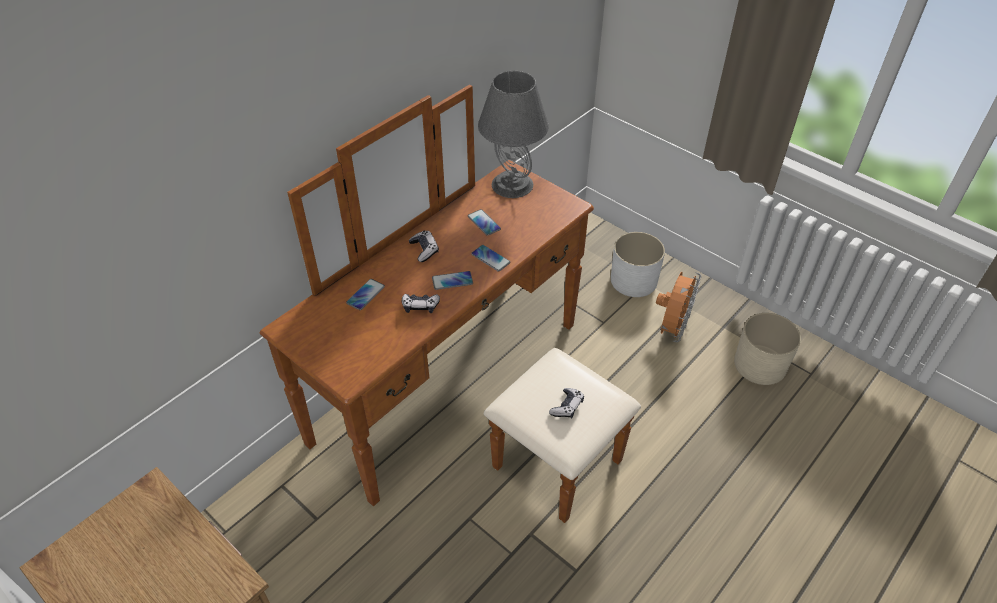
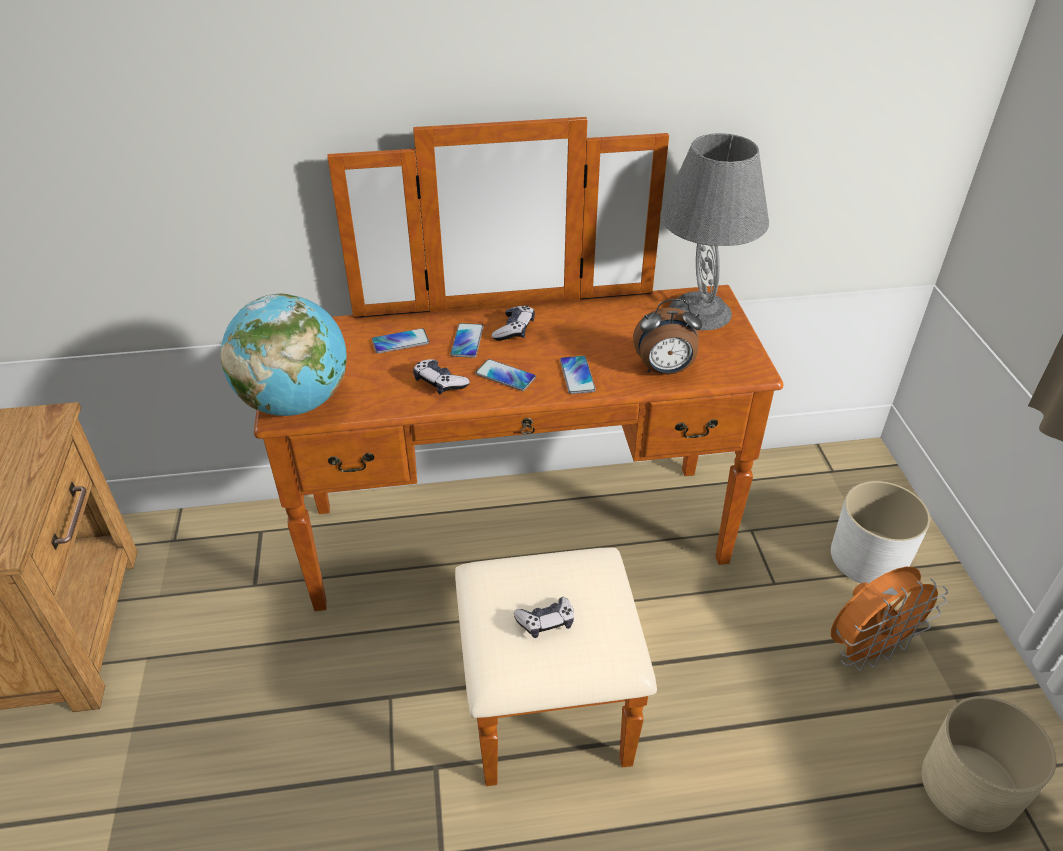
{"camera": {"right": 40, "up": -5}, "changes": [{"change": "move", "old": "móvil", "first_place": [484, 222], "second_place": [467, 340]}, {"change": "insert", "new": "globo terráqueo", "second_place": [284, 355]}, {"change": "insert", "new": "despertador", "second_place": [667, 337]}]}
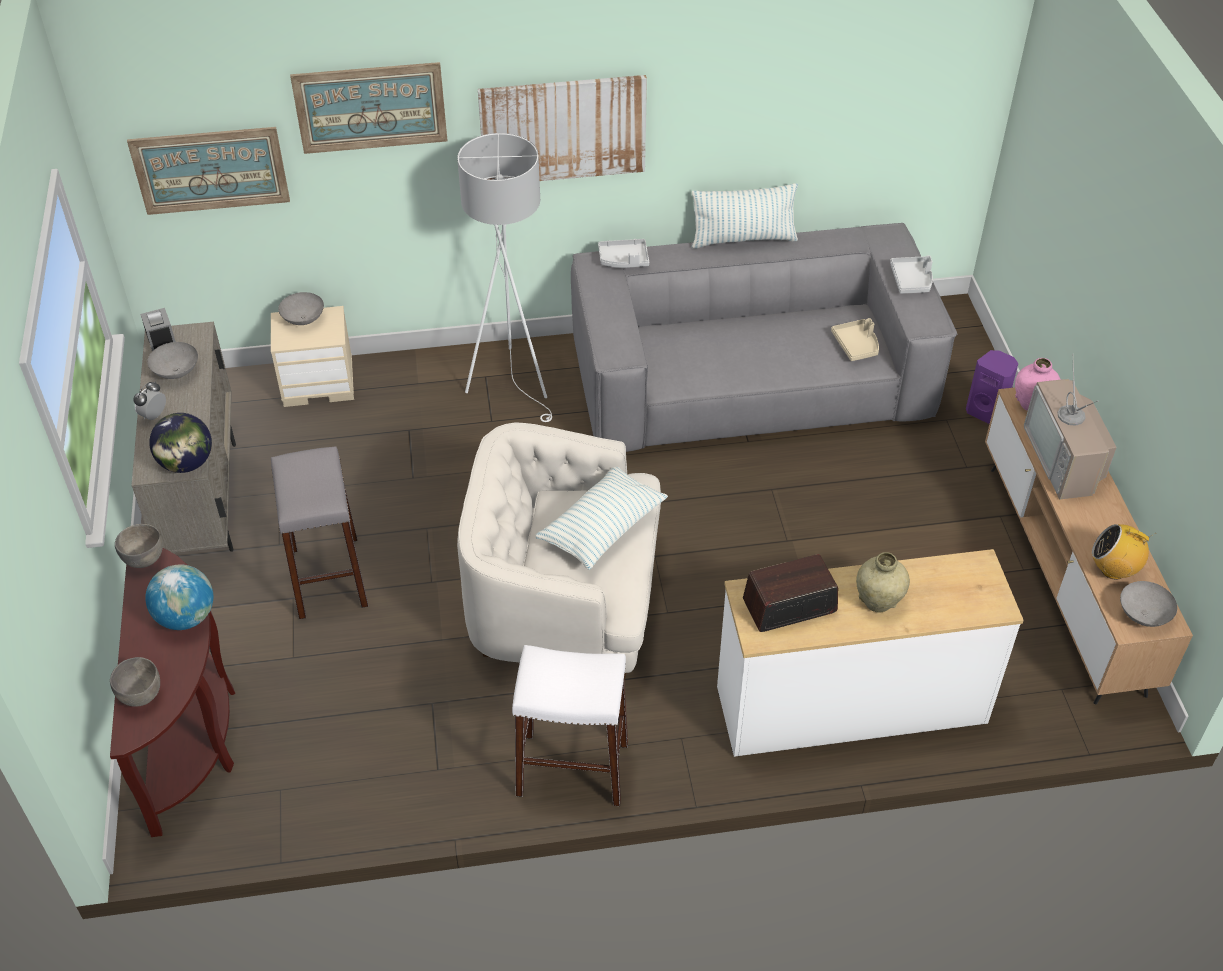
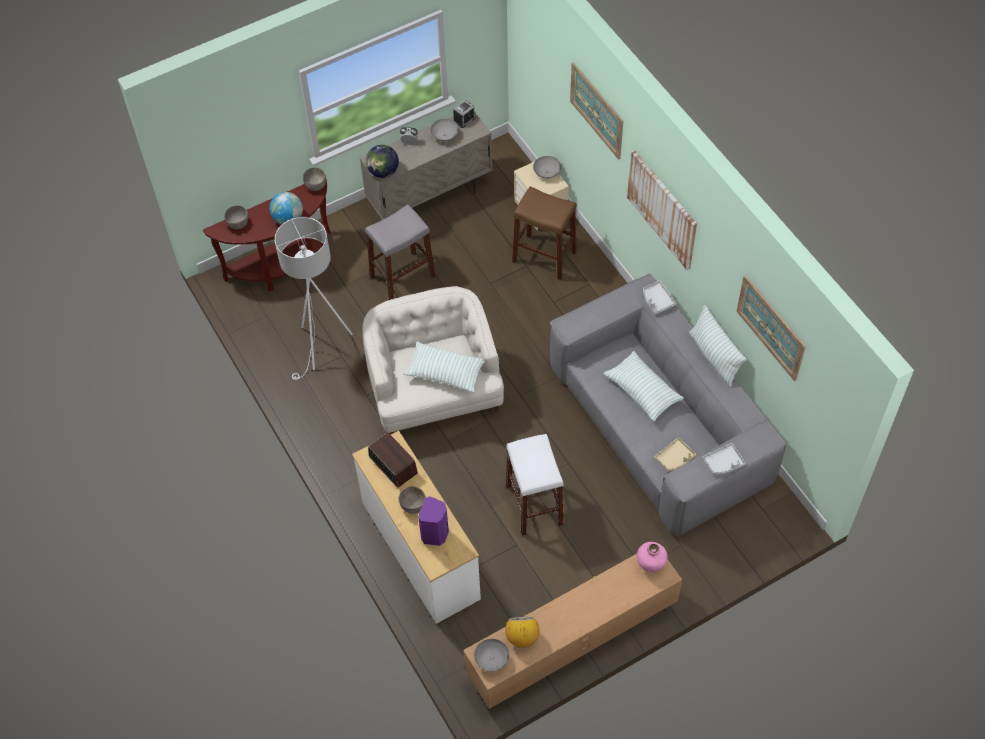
{"camera": {"right": 70, "up": 10}, "changes": [{"change": "move", "old": "cuadro", "first_place": [208, 171], "second_place": [771, 328]}, {"change": "move", "old": "lámpara de pie [blanco]", "first_place": [504, 277], "second_place": [313, 298]}, {"change": "move", "old": "taburete [blanco]", "first_place": [570, 725], "second_place": [535, 485]}, {"change": "replace", "old": "florero [beis]", "new": "cuenco [gris]", "first_place": [883, 582], "second_place": [412, 500]}, {"change": "move", "old": "altavoz [morado]", "first_place": [992, 387], "second_place": [433, 521]}, {"change": "delete", "old": "televisor", "first_place": [1070, 426]}, {"change": "insert", "new": "taburete [marrón]", "second_place": [544, 233]}, {"change": "insert", "new": "cojín", "second_place": [644, 386]}]}
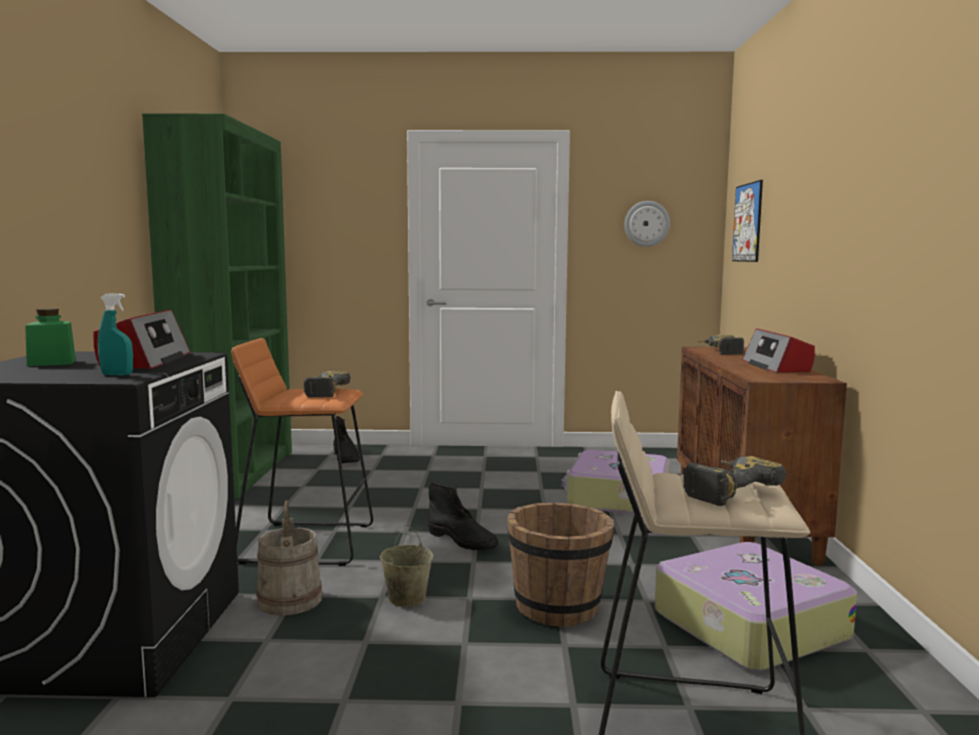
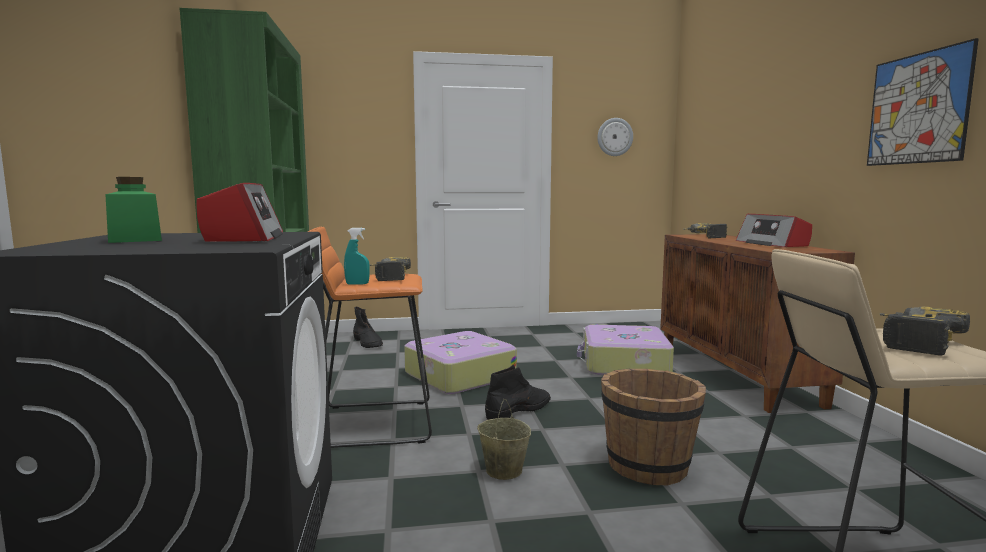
{"camera": {"right": -10, "up": 0}, "changes": [{"change": "move", "old": "pulverizador [turquesa]", "first_place": [115, 334], "second_place": [357, 256]}, {"change": "delete", "old": "cubo [beis]", "first_place": [289, 558]}, {"change": "rotate", "old": "bota [negro]", "first_place": [463, 517], "second_place": [518, 392], "degrees": -75}, {"change": "move", "old": "maleta", "first_place": [756, 606], "second_place": [460, 362]}, {"change": "move", "old": "cuadro", "first_place": [747, 221], "second_place": [923, 102]}]}
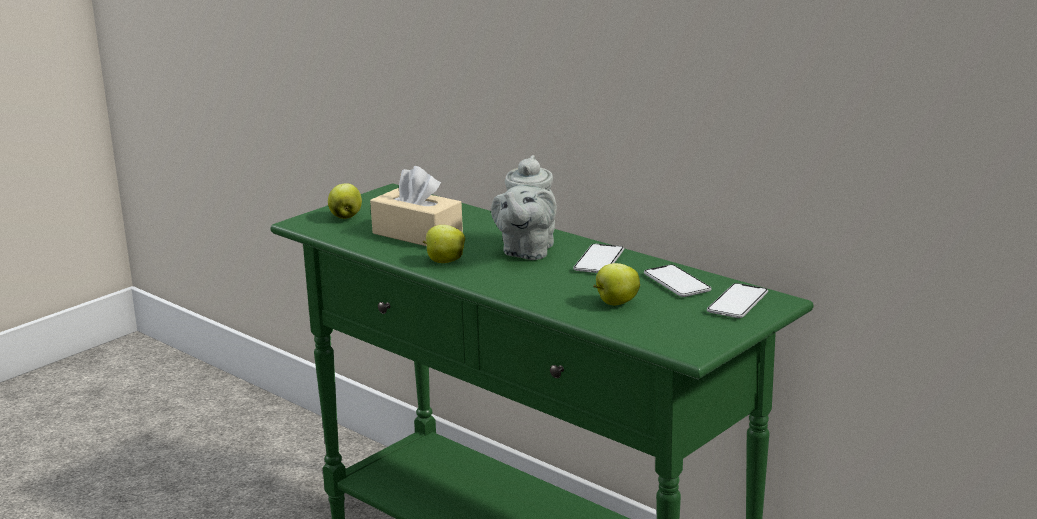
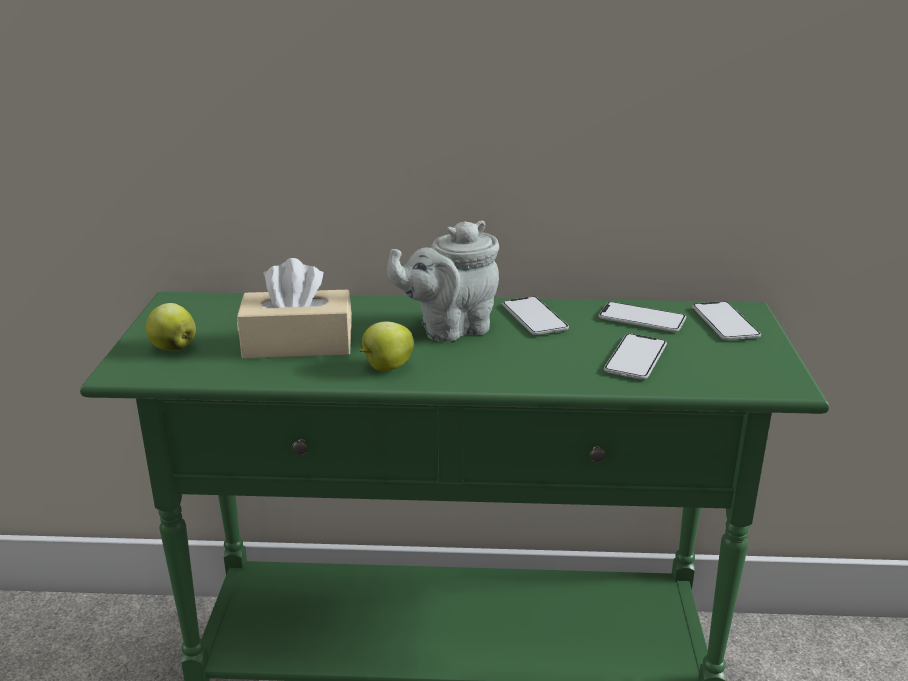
{"camera": {"right": -40, "up": 5}, "changes": [{"change": "rotate", "old": "tetera [gris]", "first_place": [524, 207], "second_place": [443, 281], "degrees": 90}, {"change": "replace", "old": "manzana", "new": "móvil", "first_place": [616, 284], "second_place": [635, 357]}]}
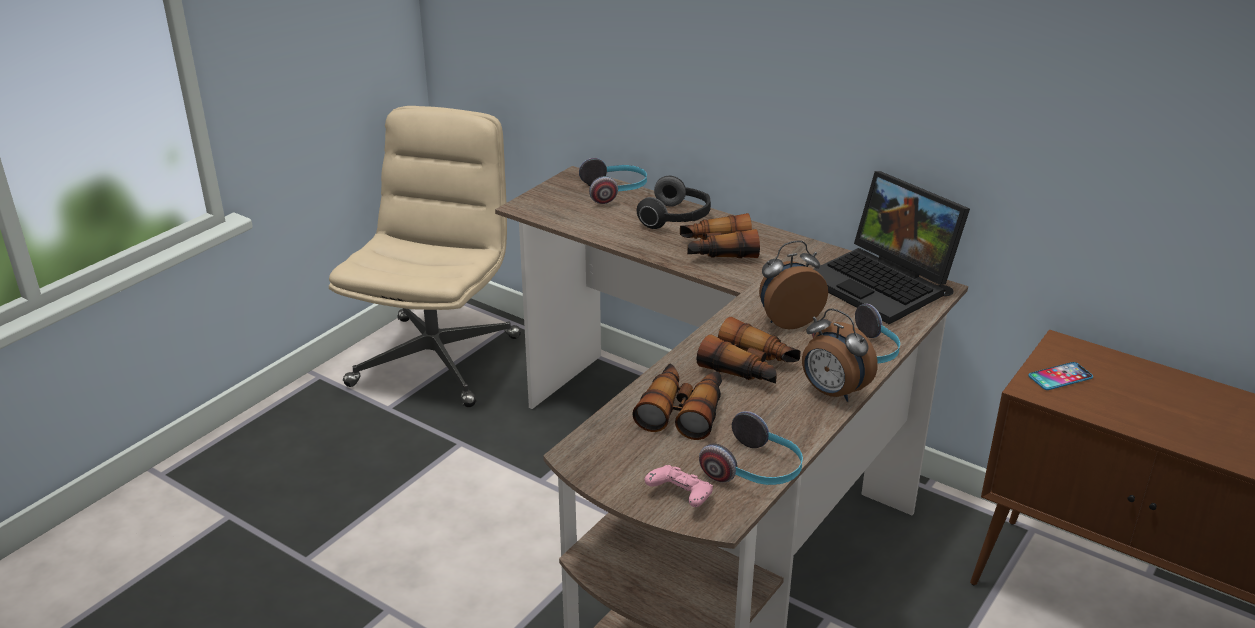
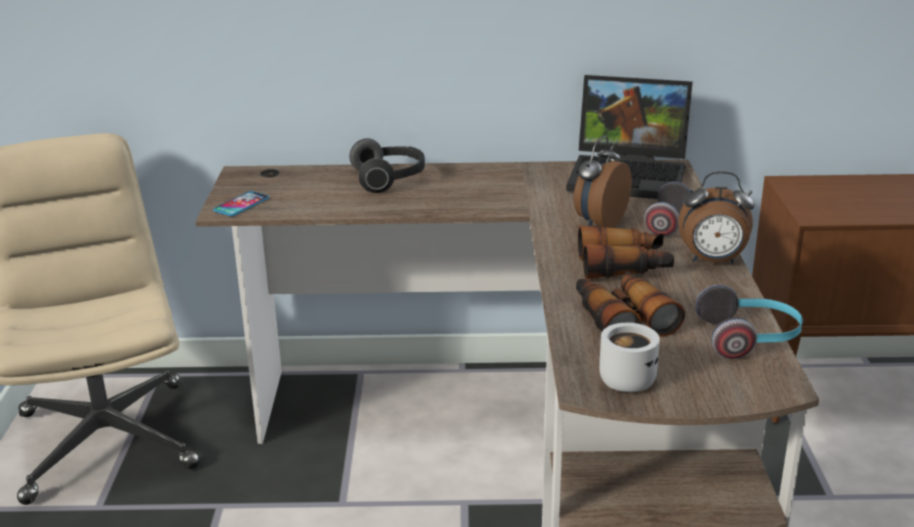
{"camera": {"right": -35, "up": -5}, "changes": [{"change": "delete", "old": "auriculares", "first_place": [613, 181]}, {"change": "delete", "old": "mando de consola [rosa]", "first_place": [679, 486]}, {"change": "delete", "old": "prismáticos", "first_place": [720, 235]}, {"change": "move", "old": "móvil", "first_place": [1060, 376], "second_place": [241, 203]}, {"change": "insert", "new": "taza grande [blanco]", "second_place": [629, 357]}]}
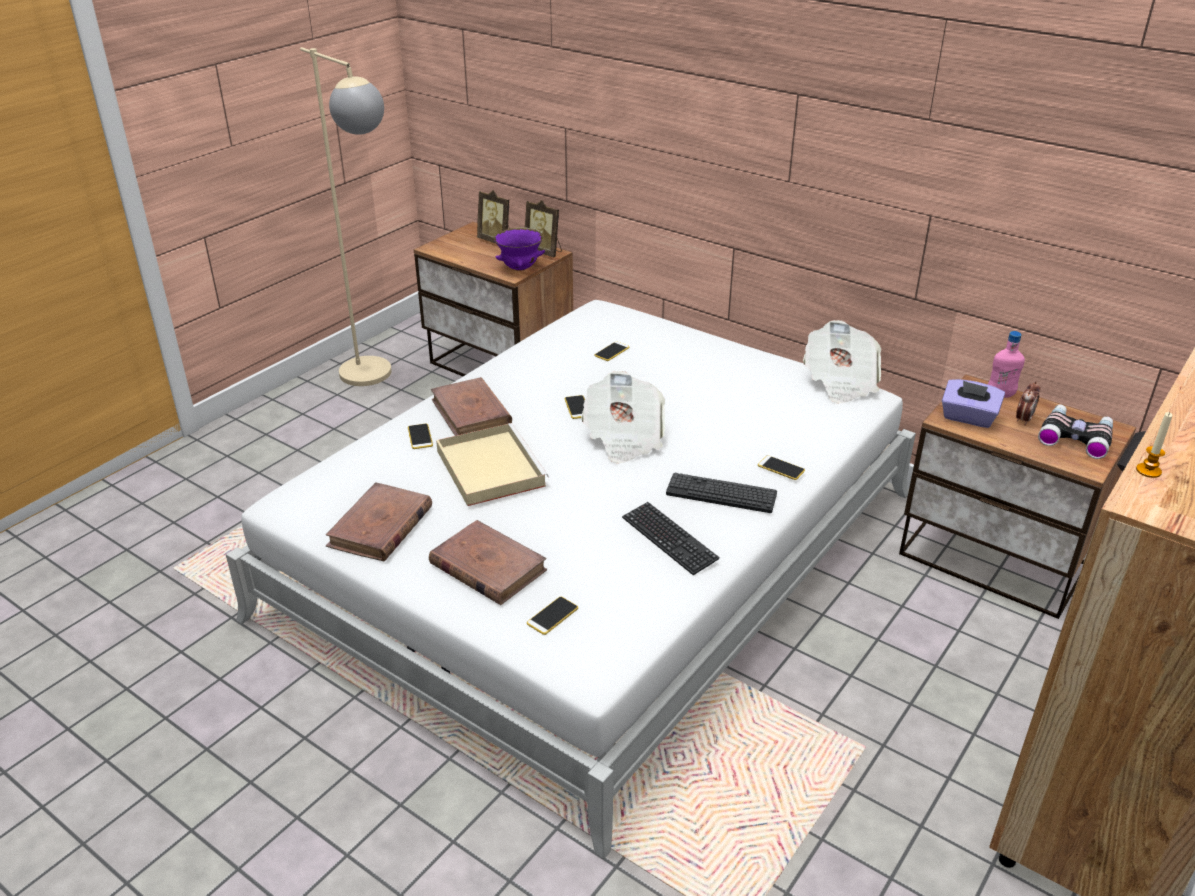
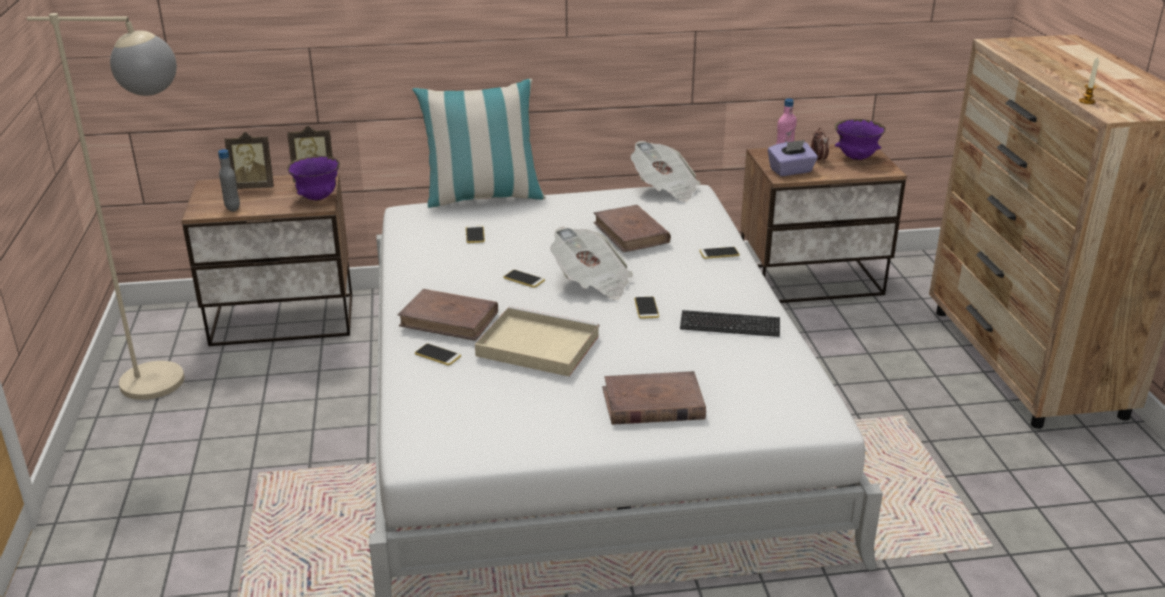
{"camera": {"right": -45, "up": -5}, "changes": [{"change": "move", "old": "libro [marrón]", "first_place": [379, 522], "second_place": [632, 228]}, {"change": "move", "old": "móvil", "first_place": [552, 616], "second_place": [646, 308]}, {"change": "delete", "old": "teclado", "first_place": [721, 493]}, {"change": "replace", "old": "prismáticos", "new": "cuenco [morado]", "first_place": [1075, 432], "second_place": [860, 139]}, {"change": "insert", "new": "botella [gris]", "second_place": [229, 180]}, {"change": "insert", "new": "cojín", "second_place": [479, 143]}]}
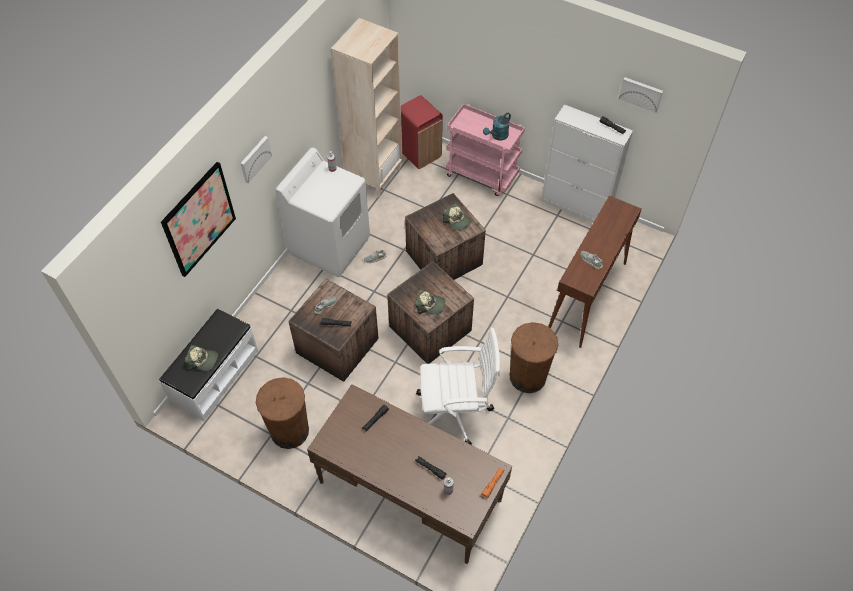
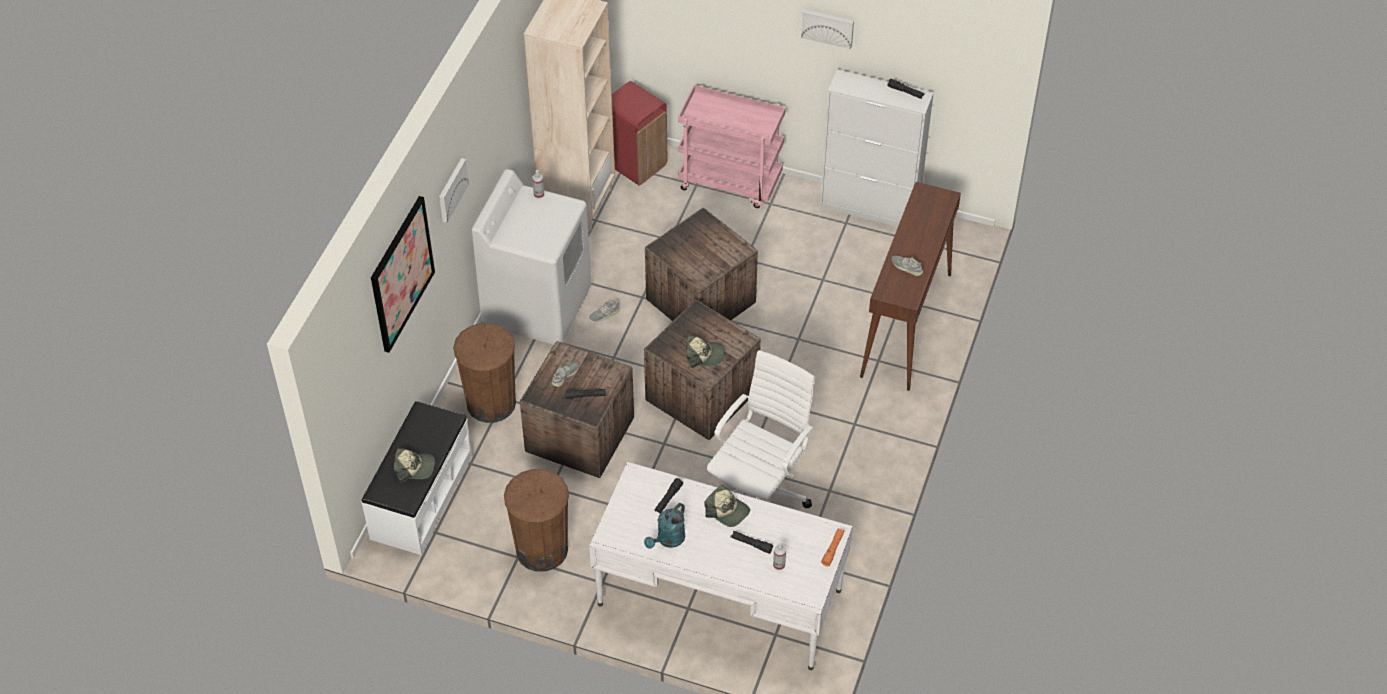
{"camera": {"right": -10, "up": -5}, "changes": [{"change": "recolor", "old": "escritorio [marrón]", "new": "escritorio [blanco]", "first_place": [409, 474], "second_place": [721, 566]}, {"change": "rotate", "old": "silla de oficina [blanco]", "first_place": [458, 386], "second_place": [761, 429], "degrees": -45}, {"change": "move", "old": "gorra", "first_place": [457, 217], "second_place": [727, 506]}, {"change": "move", "old": "regadera [turquesa]", "first_place": [497, 126], "second_place": [664, 526]}, {"change": "move", "old": "papelera [marrón]", "first_place": [533, 357], "second_place": [484, 373]}, {"change": "move", "old": "cuadro", "first_place": [641, 95], "second_place": [827, 29]}]}
